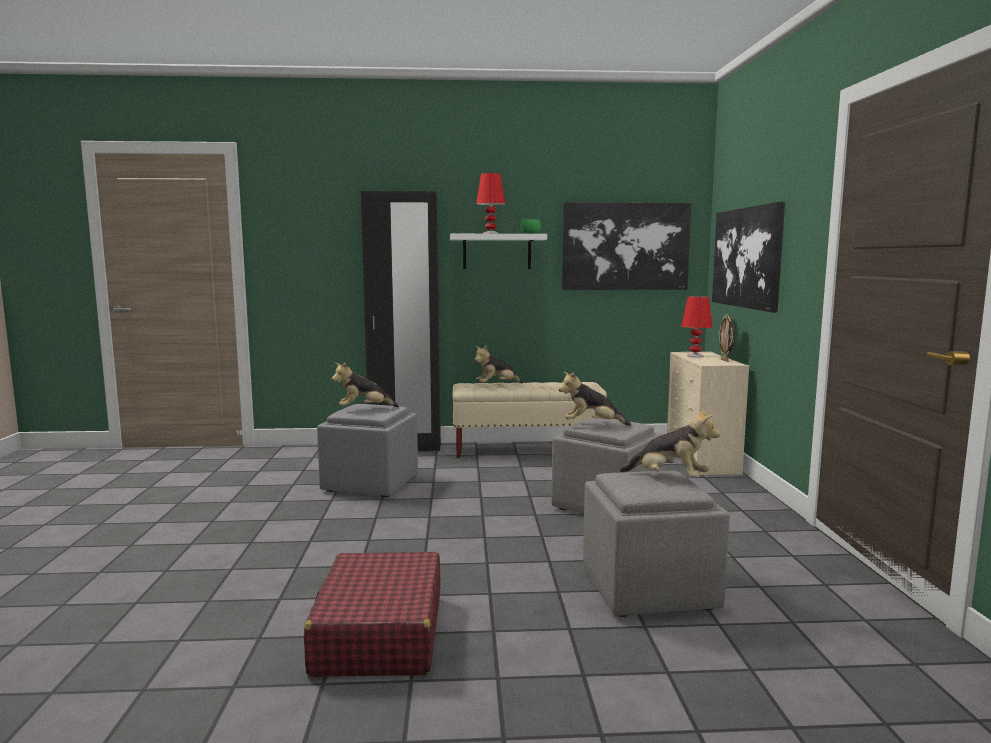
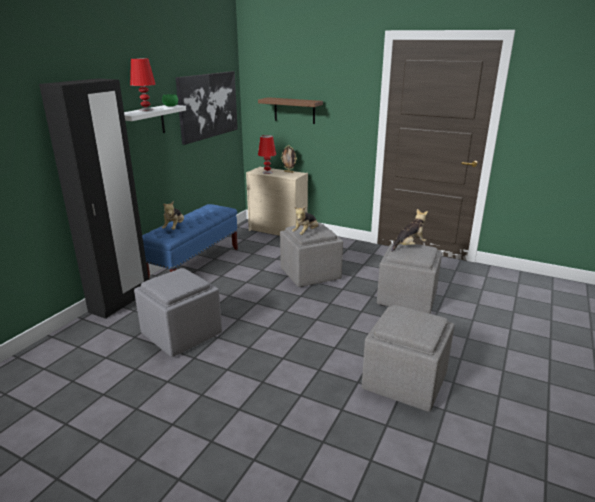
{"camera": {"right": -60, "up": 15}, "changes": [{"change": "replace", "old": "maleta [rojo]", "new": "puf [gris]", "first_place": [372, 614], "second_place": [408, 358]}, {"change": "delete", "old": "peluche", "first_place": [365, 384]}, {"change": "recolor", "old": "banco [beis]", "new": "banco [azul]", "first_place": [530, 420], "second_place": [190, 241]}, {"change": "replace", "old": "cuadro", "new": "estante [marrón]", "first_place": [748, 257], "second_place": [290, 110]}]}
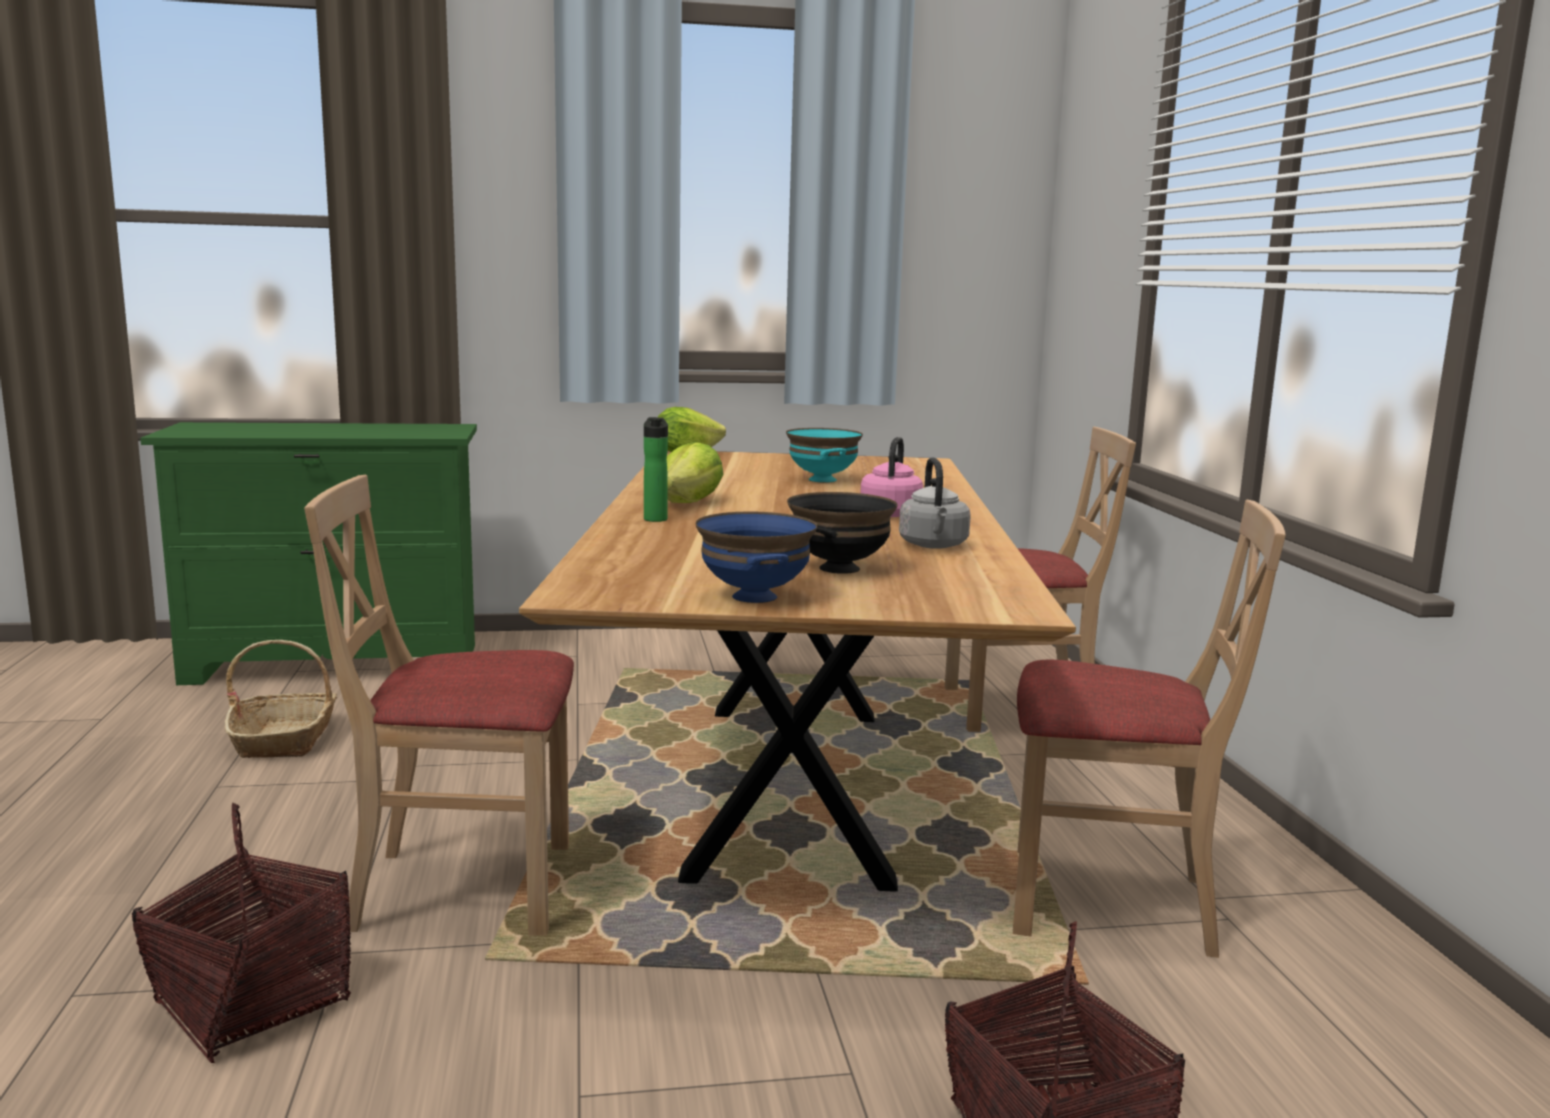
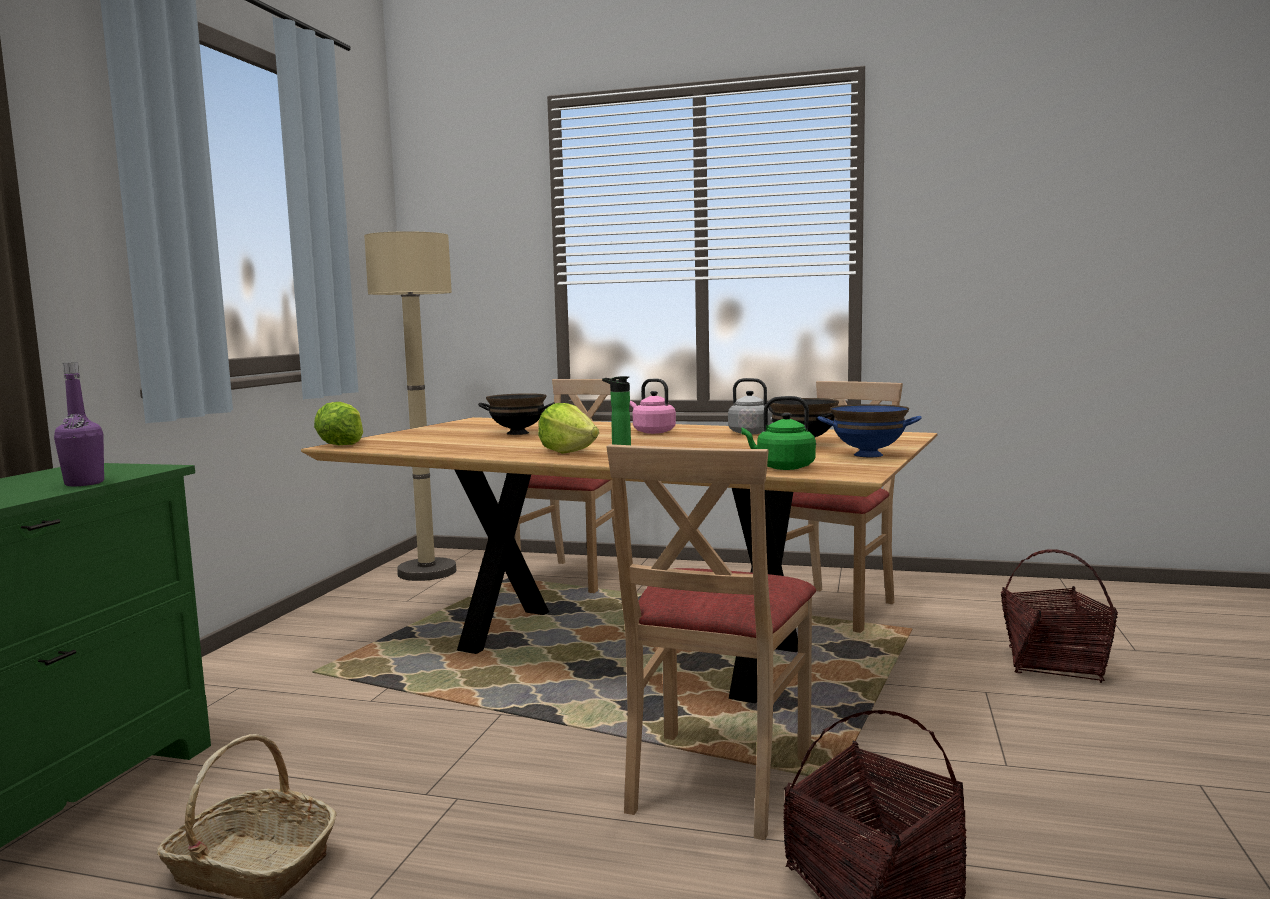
{"camera": {"right": -65, "up": -5}, "changes": [{"change": "recolor", "old": "cuenco [turquesa]", "new": "cuenco [negro]", "first_place": [824, 455], "second_place": [516, 414]}, {"change": "insert", "new": "botella [morado]", "second_place": [79, 424]}, {"change": "insert", "new": "lámpara de pie [beis]", "second_place": [410, 406]}, {"change": "insert", "new": "hervidor [verde]", "second_place": [778, 433]}]}
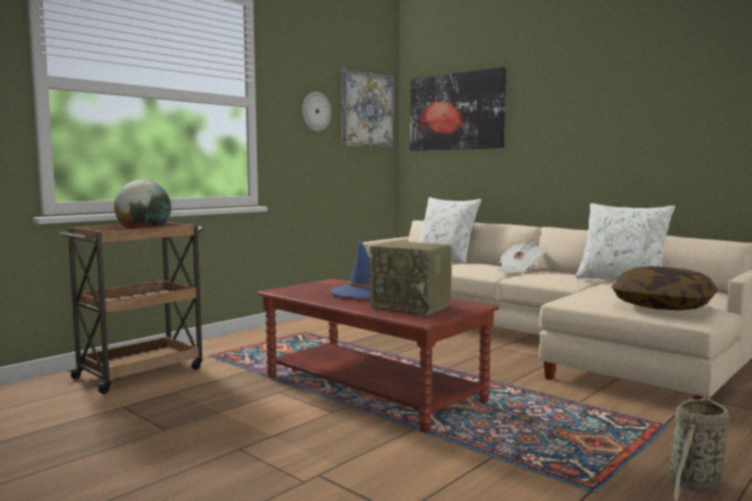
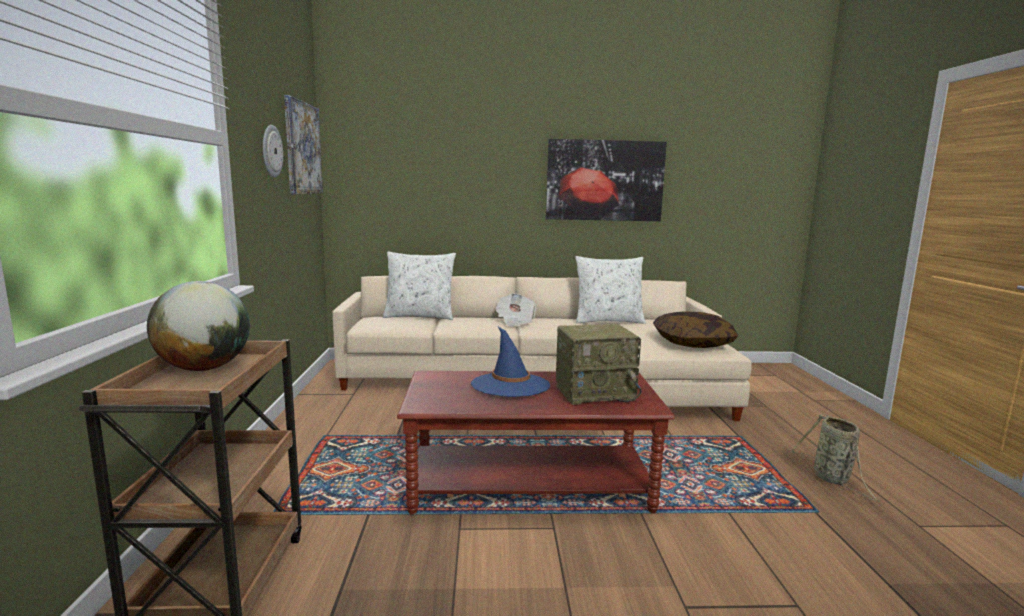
{"camera": {"right": -45, "up": 5}, "changes": [{"change": "move", "old": "cuadro", "first_place": [458, 109], "second_place": [606, 180]}]}
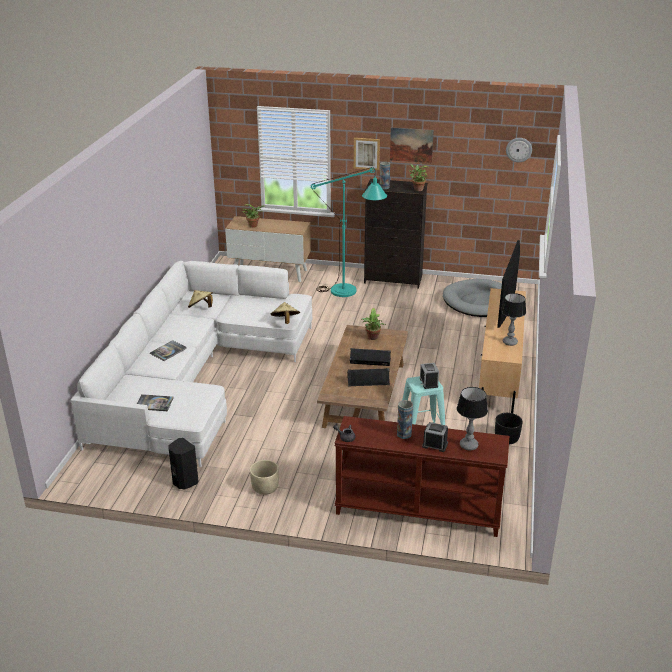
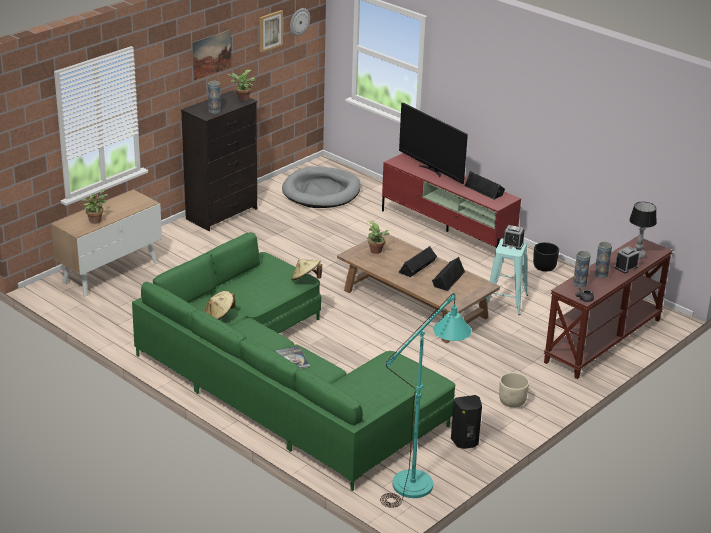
{"camera": {"right": -60, "up": 0}, "changes": [{"change": "recolor", "old": "sofá [blanco]", "new": "sofá [verde]", "first_place": [191, 364], "second_place": [294, 361]}, {"change": "delete", "old": "libro", "first_place": [155, 402]}, {"change": "move", "old": "lámpara de pie [turquesa]", "first_place": [349, 232], "second_place": [426, 400]}, {"change": "move", "old": "cuadro", "first_place": [367, 154], "second_place": [271, 31]}, {"change": "recolor", "old": "mueble de televisión [beis]", "new": "mueble de televisión [rojo]", "first_place": [502, 350], "second_place": [451, 200]}, {"change": "replace", "old": "lámpara de mesa", "new": "altavoz [negro]", "first_place": [513, 319], "second_place": [484, 185]}, {"change": "insert", "new": "florero", "second_place": [582, 269]}]}
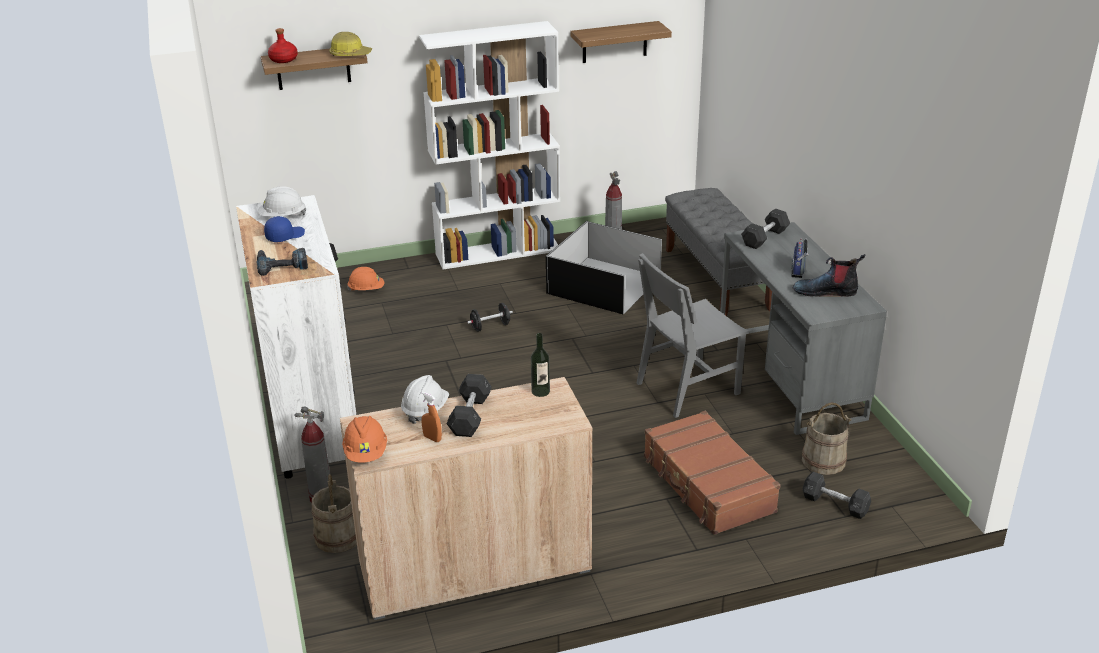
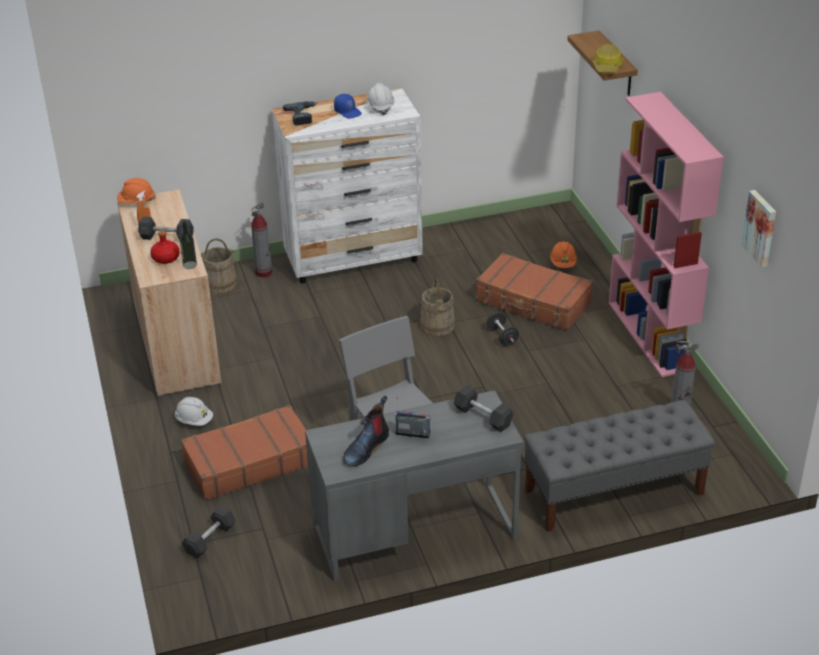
{"camera": {"right": 90, "up": 5}, "changes": [{"change": "move", "old": "botella [rojo]", "first_place": [283, 45], "second_place": [165, 247]}, {"change": "move", "old": "casco [blanco]", "first_place": [425, 399], "second_place": [194, 411]}, {"change": "recolor", "old": "estantería [blanco]", "new": "estantería [rosa]", "first_place": [489, 145], "second_place": [666, 234]}, {"change": "delete", "old": "caja de almacenaje [negro]", "first_place": [604, 267]}, {"change": "replace", "old": "estante", "new": "cuadro", "first_place": [621, 42], "second_place": [758, 228]}, {"change": "rotate", "old": "bota", "first_place": [829, 275], "second_place": [366, 431], "degrees": -150}, {"change": "move", "old": "cubo [beis]", "first_place": [827, 438], "second_place": [437, 307]}, {"change": "insert", "new": "maleta [marrón]", "second_place": [534, 292]}]}
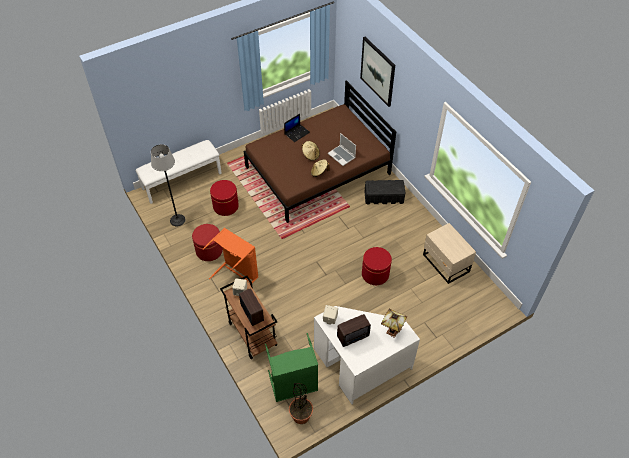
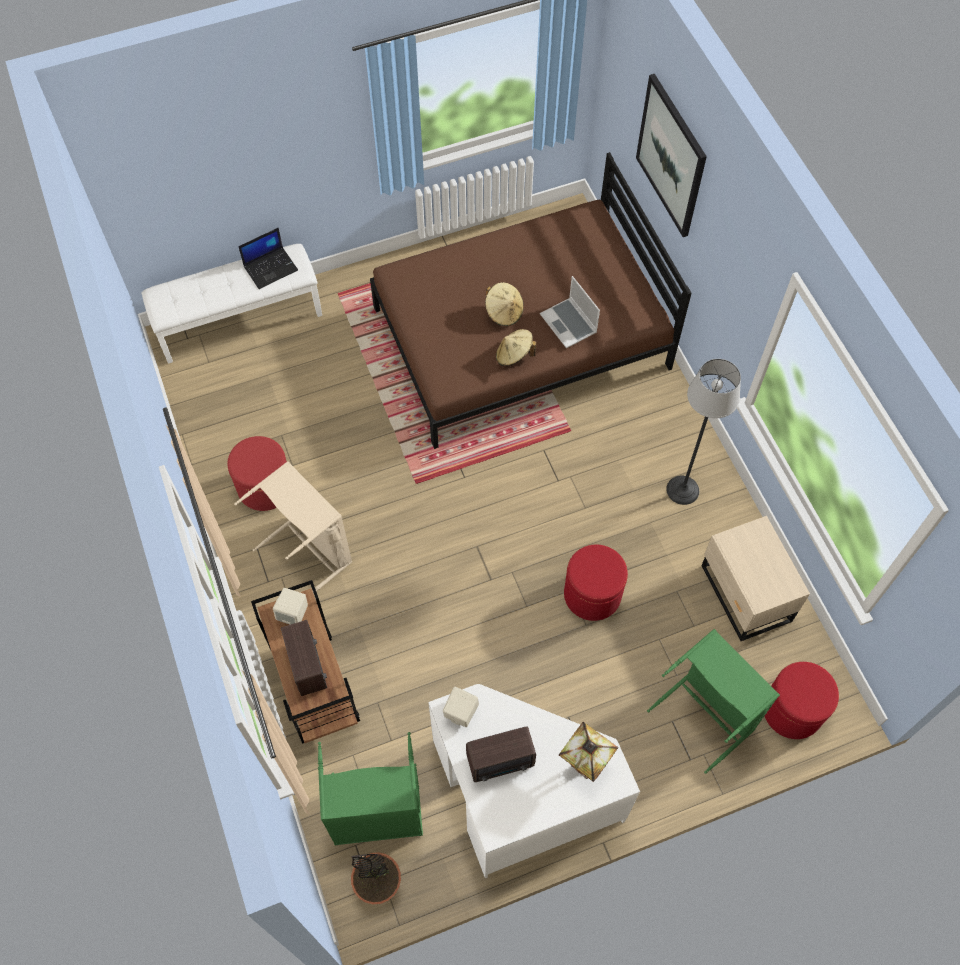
{"camera": {"right": 10, "up": 10}, "changes": [{"change": "move", "old": "lámpara de pie", "first_place": [168, 185], "second_place": [703, 432]}, {"change": "recolor", "old": "cesto de la ropa [naranja]", "new": "cesto de la ropa [beis]", "first_place": [230, 255], "second_place": [293, 527]}, {"change": "move", "old": "puf [rojo]", "first_place": [224, 198], "second_place": [802, 700]}, {"change": "move", "old": "portátil", "first_place": [297, 128], "second_place": [268, 258]}, {"change": "delete", "old": "caja de almacenaje [negro]", "first_place": [384, 192]}, {"change": "insert", "new": "cesto de la ropa [verde]", "second_place": [713, 701]}]}
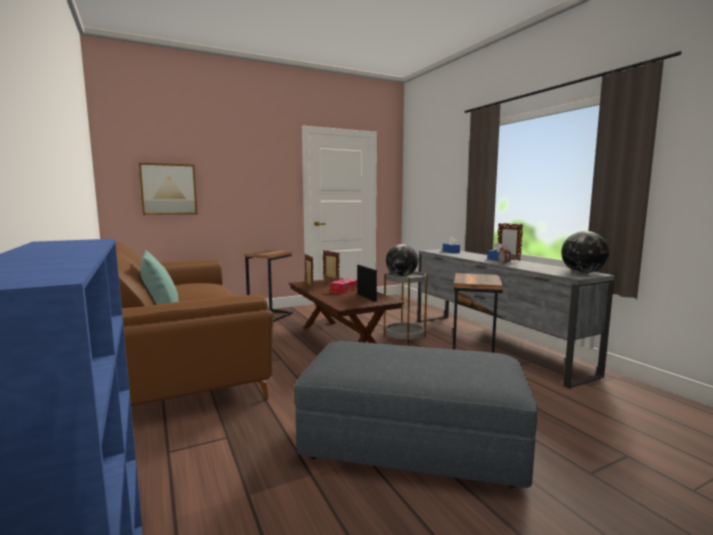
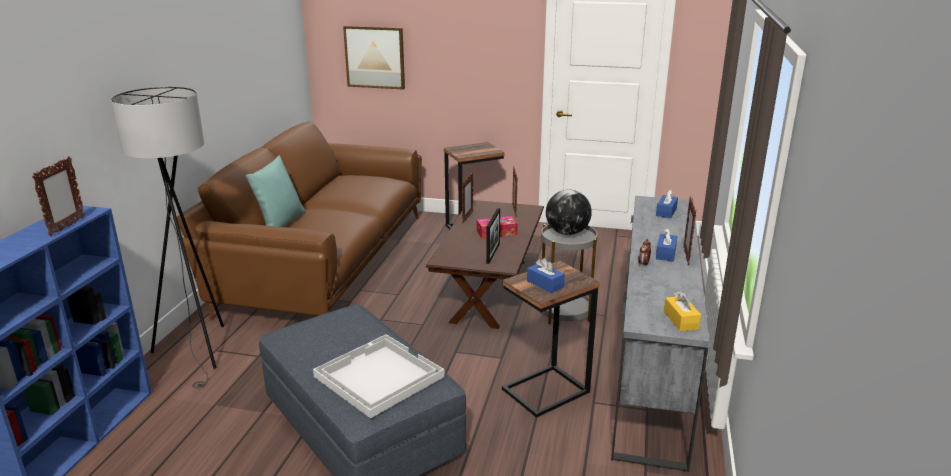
{"camera": {"right": 40, "up": 15}, "changes": [{"change": "replace", "old": "globo terráqueo", "new": "caja de pañuelos [amarillo]", "first_place": [585, 252], "second_place": [682, 311]}, {"change": "insert", "new": "portarretratos", "second_place": [58, 196]}, {"change": "insert", "new": "lámpara de pie [gris]", "second_place": [167, 237]}, {"change": "insert", "new": "bandeja [blanco]", "second_place": [379, 376]}, {"change": "insert", "new": "caja de pañuelos [azul]", "second_place": [546, 275]}]}
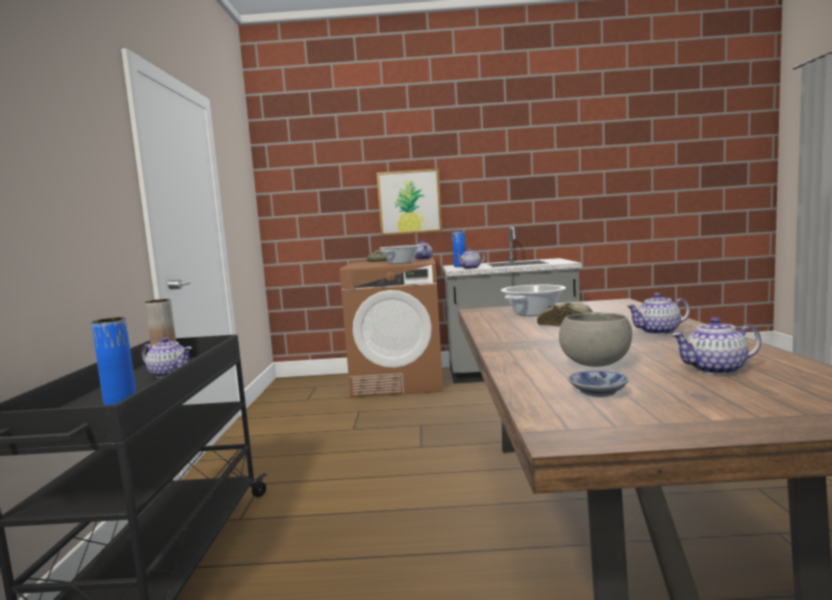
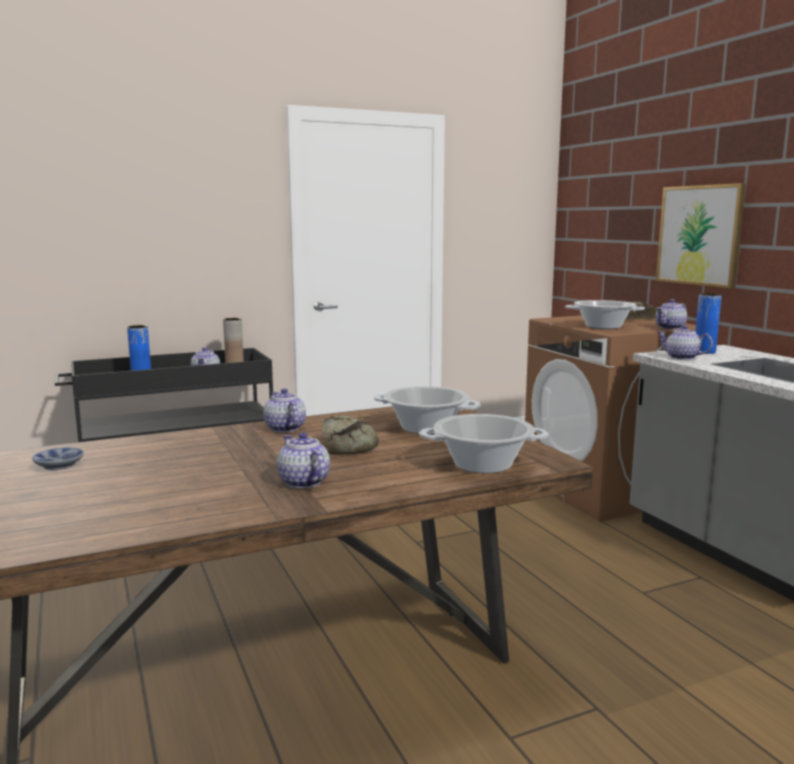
{"camera": {"right": 65, "up": 5}, "changes": [{"change": "delete", "old": "cuenco [gris]", "first_place": [595, 339]}, {"change": "move", "old": "tetera", "first_place": [716, 346], "second_place": [285, 410]}, {"change": "insert", "new": "olla", "second_place": [484, 443]}]}
